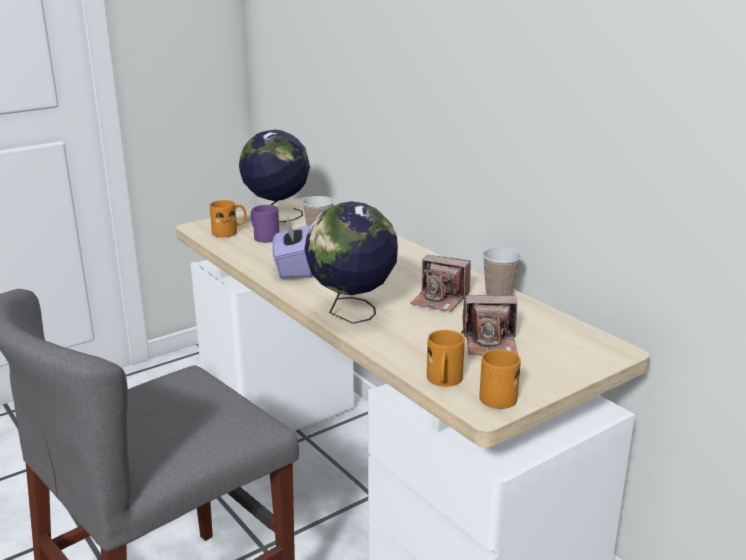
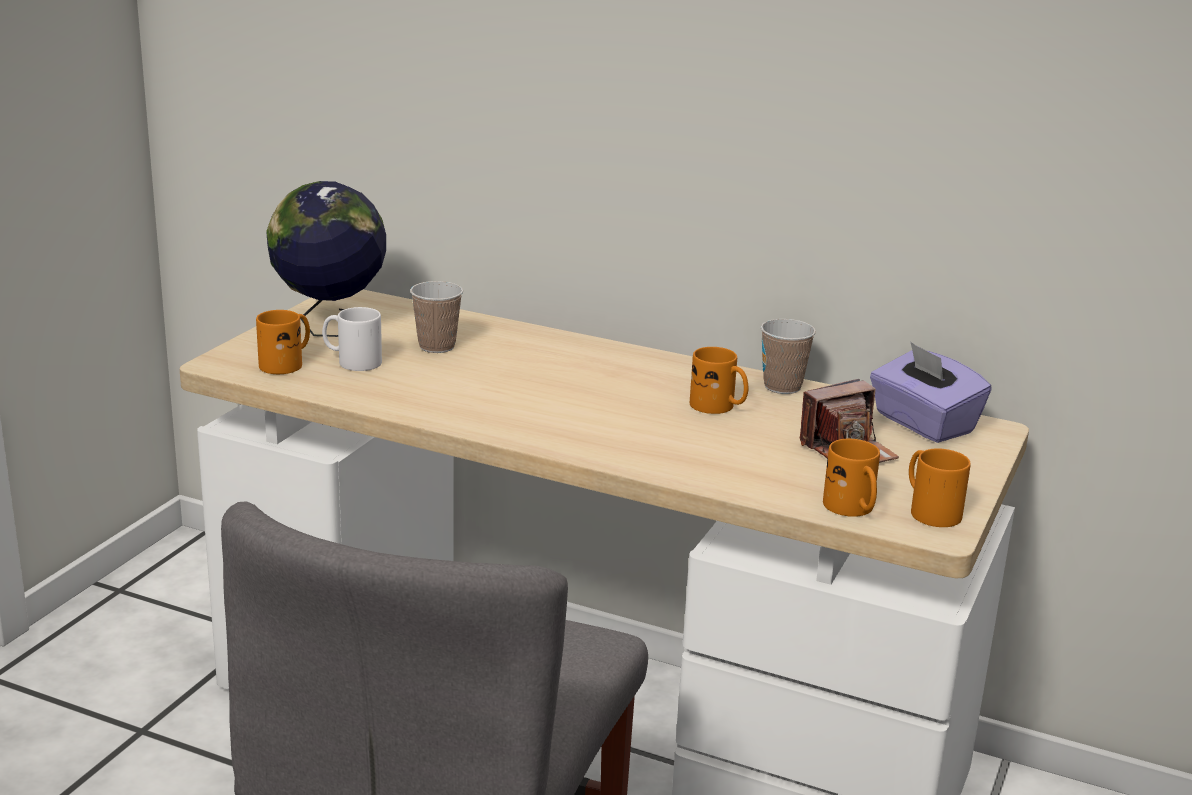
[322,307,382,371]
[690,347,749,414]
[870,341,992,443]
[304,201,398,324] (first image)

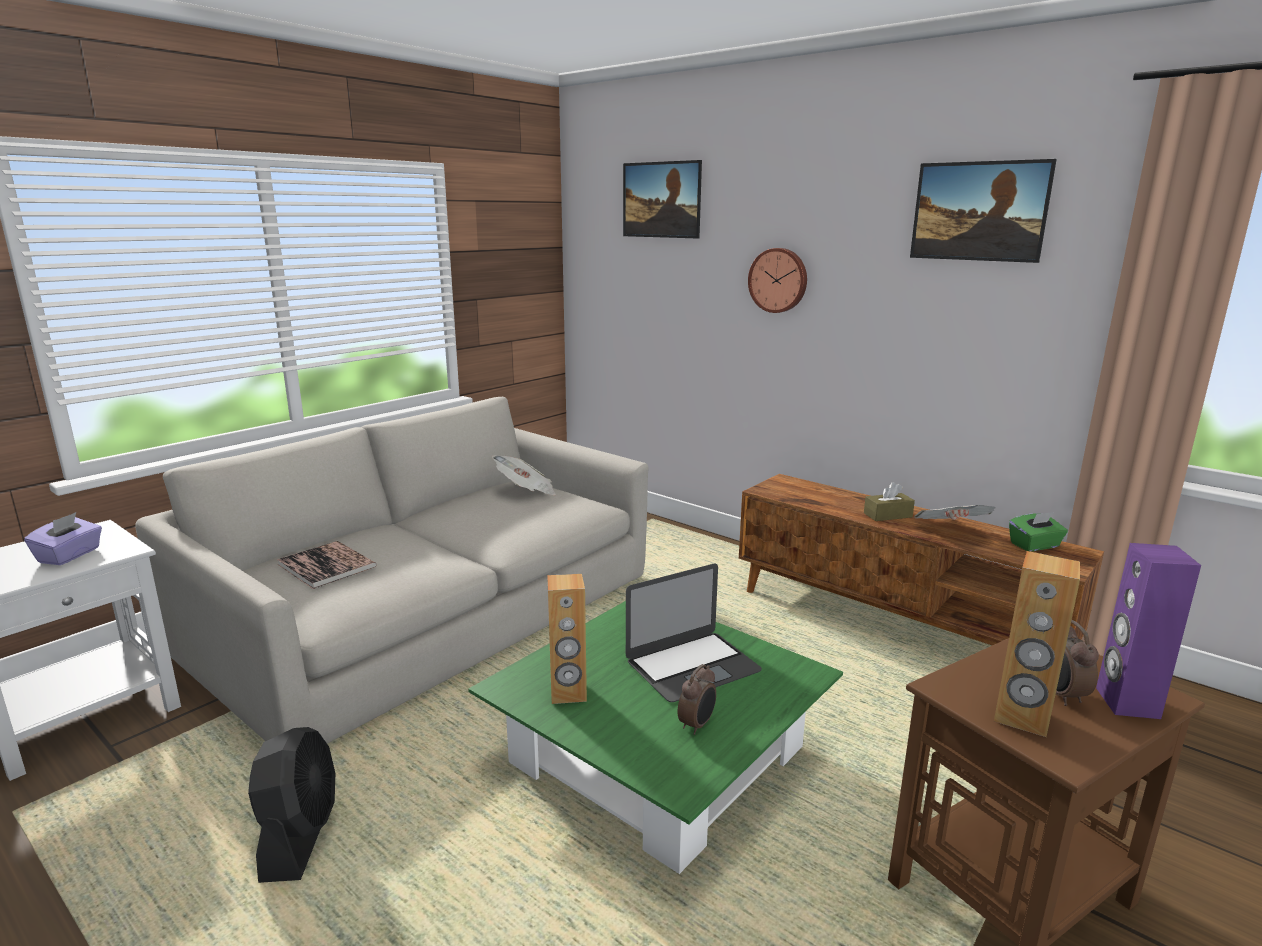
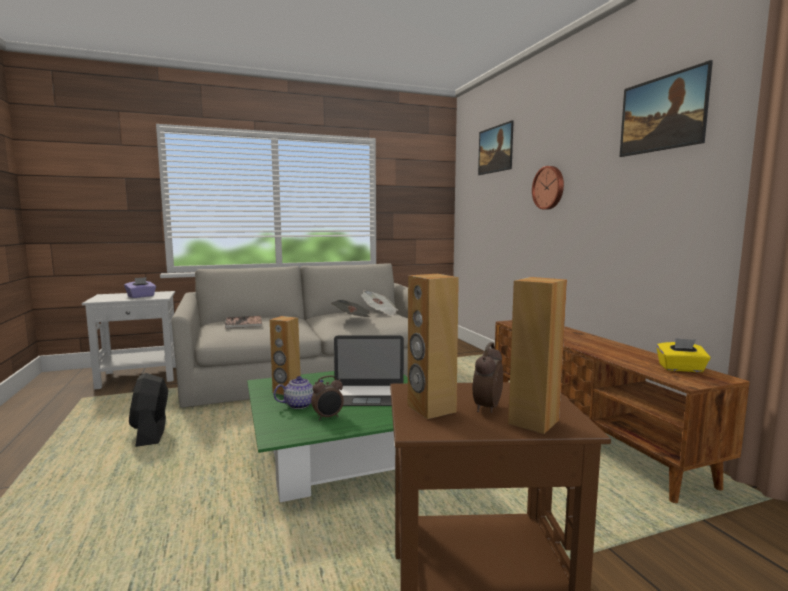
[129,373,168,447]
[274,376,324,409]
[331,300,371,317]
[508,277,567,434]
[656,338,710,372]
[864,482,915,521] (first image)

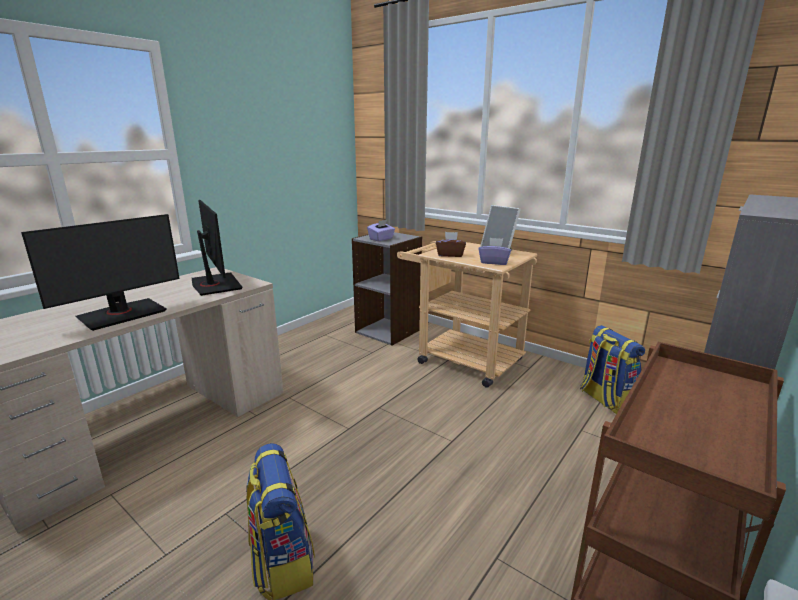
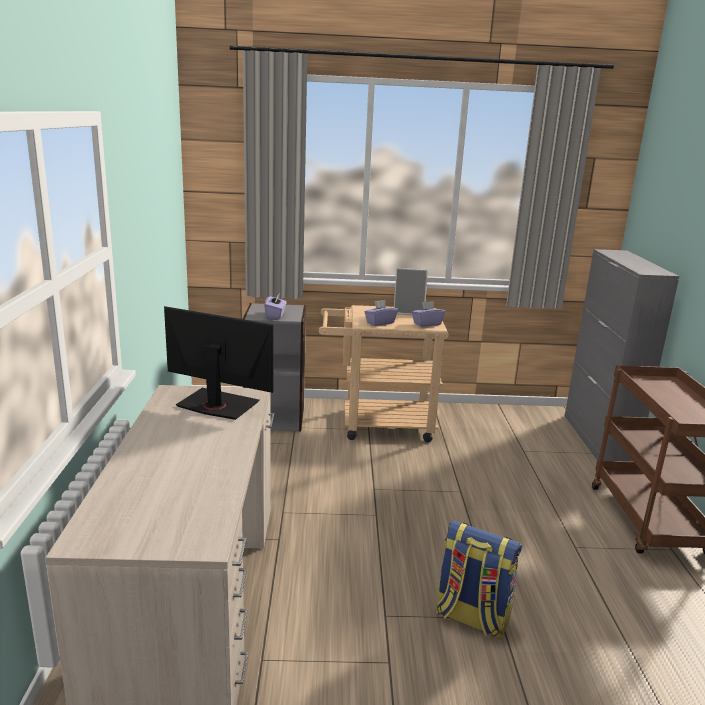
[364,300,398,326]
[21,214,180,331] (first image)
[580,325,645,414] (first image)

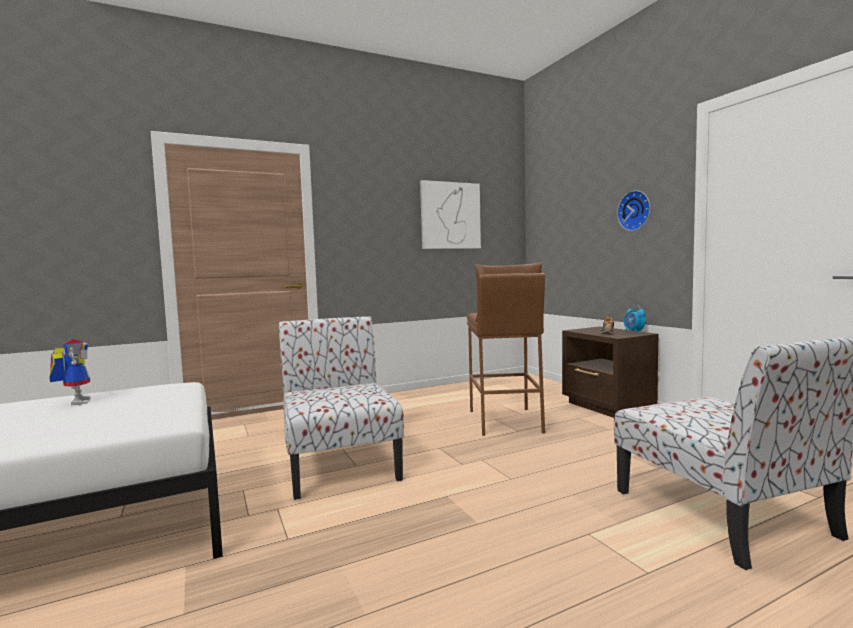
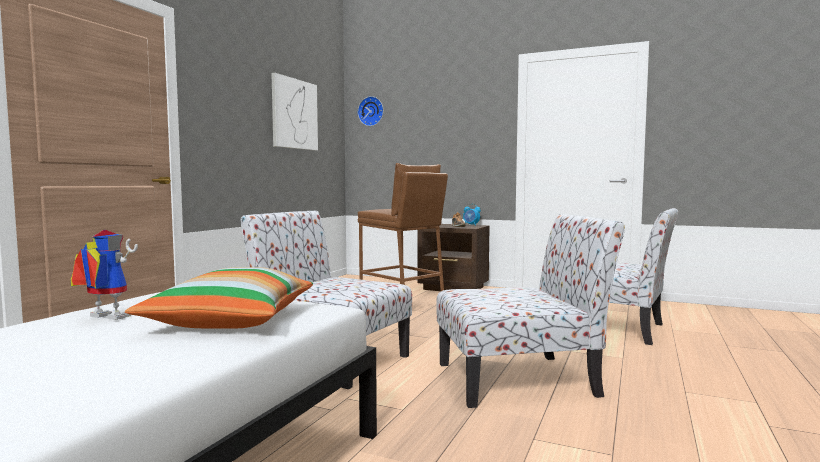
[125,267,313,329]
[358,96,384,126]
[436,214,625,408]

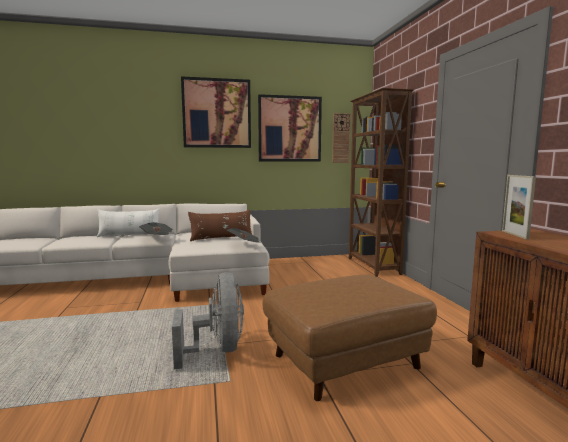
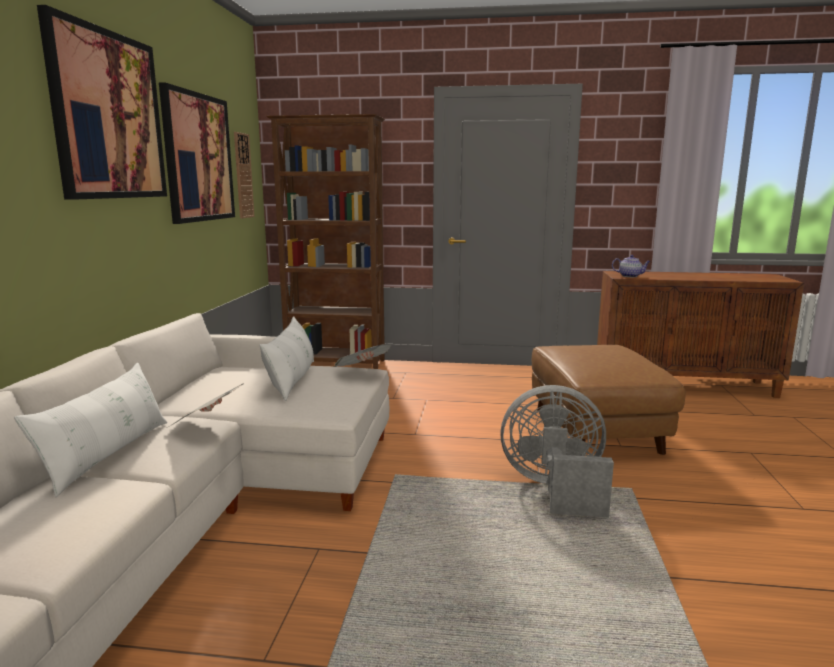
[260,316,314,401]
[612,255,651,277]

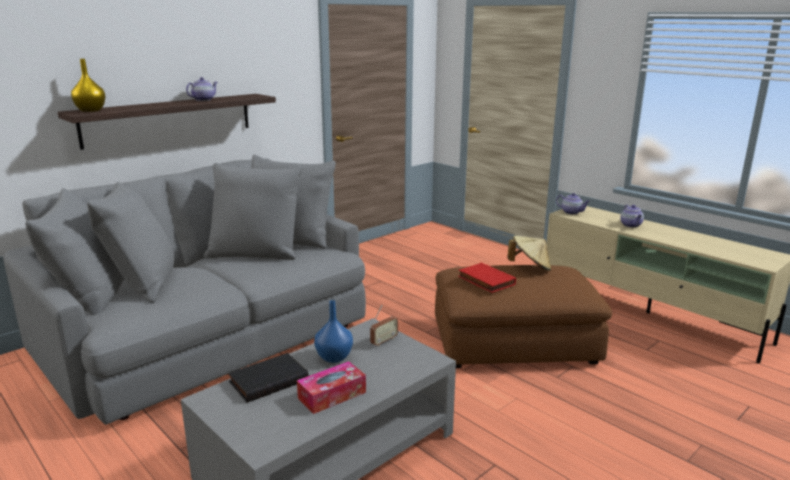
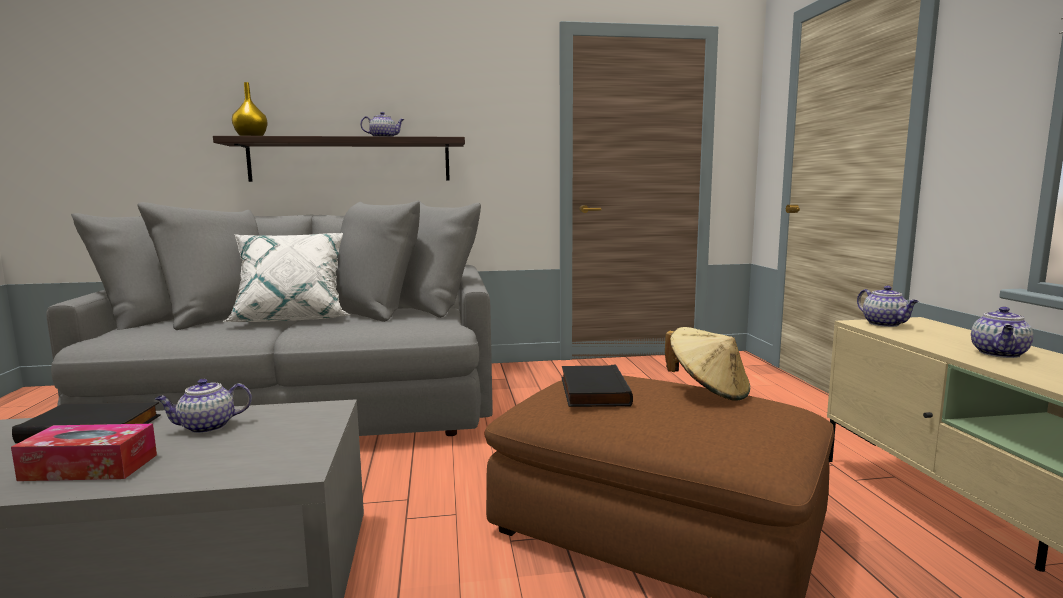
[155,379,252,434]
[223,233,350,322]
[561,364,633,407]
[370,305,398,347] (first image)

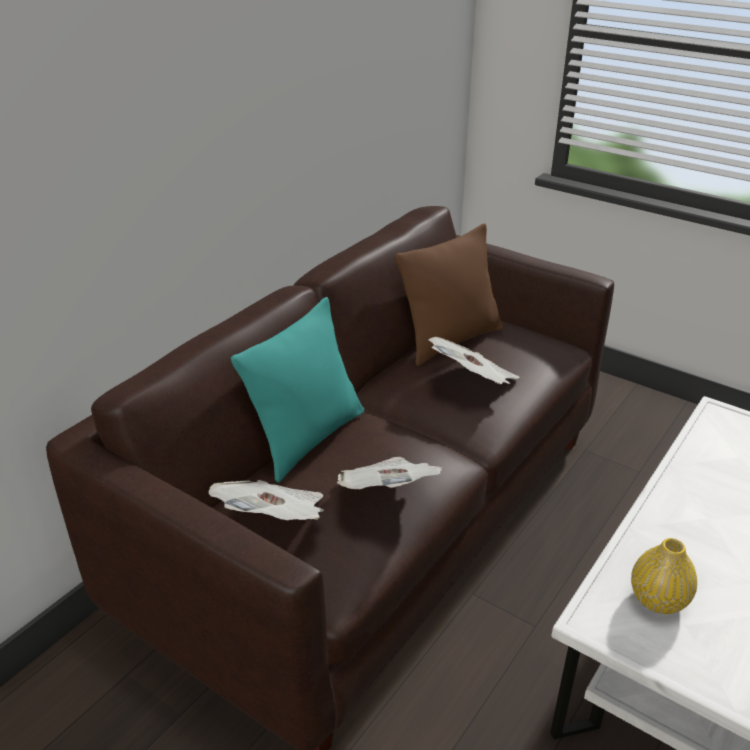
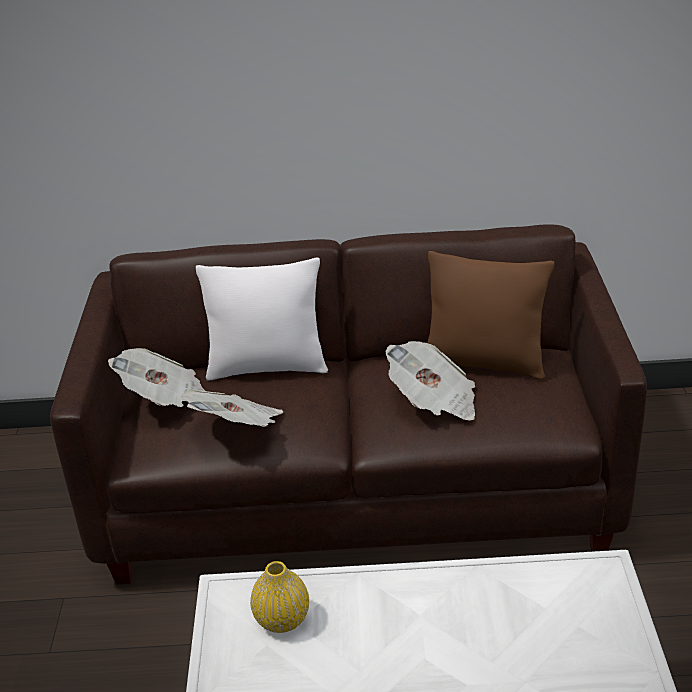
[196,258,328,381]

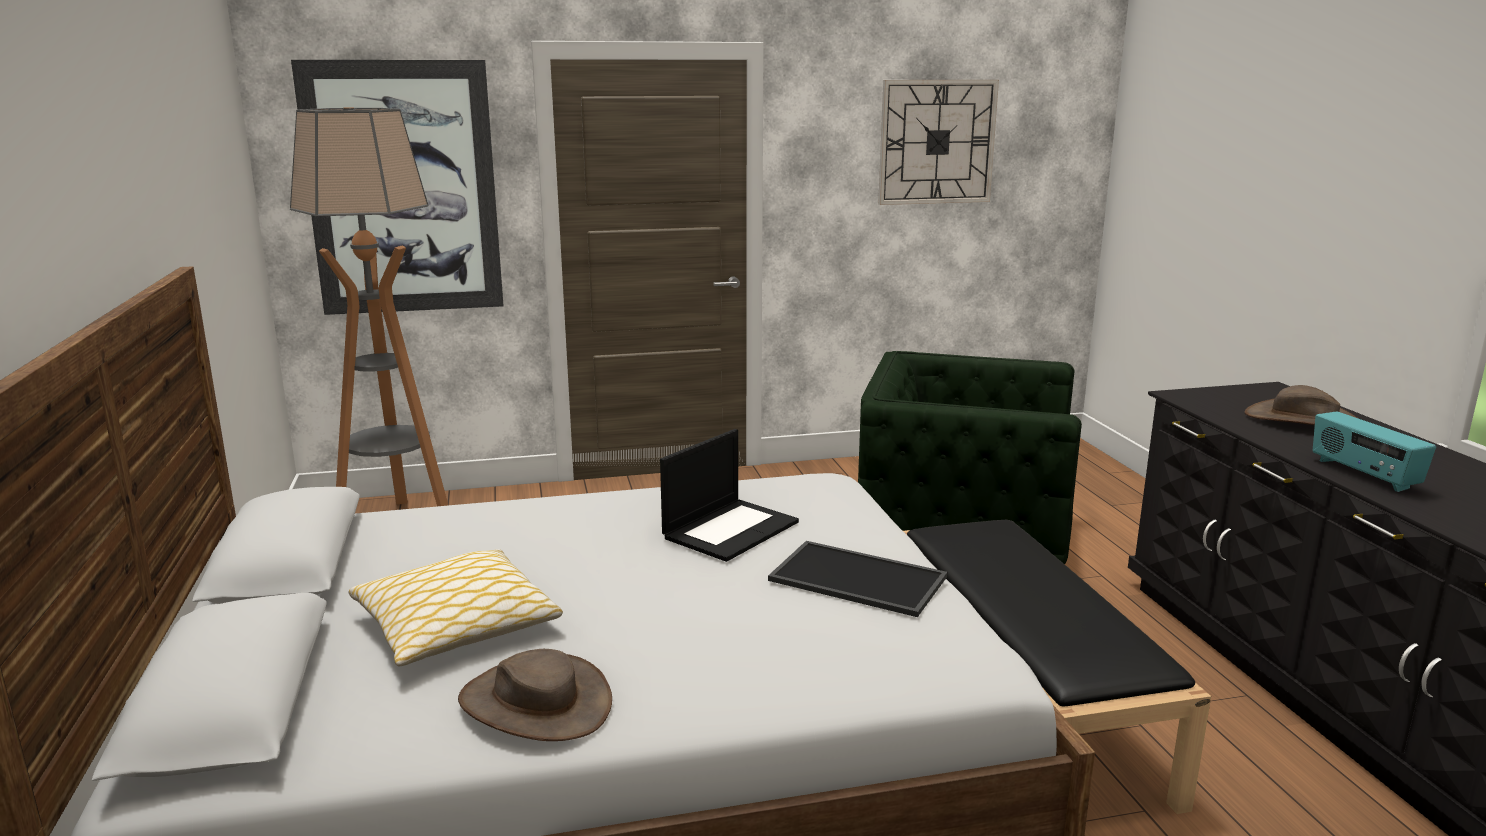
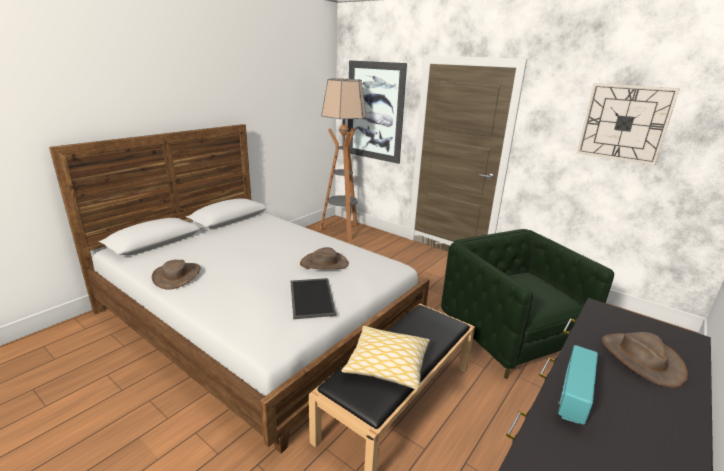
[300,247,349,270]
[341,326,430,390]

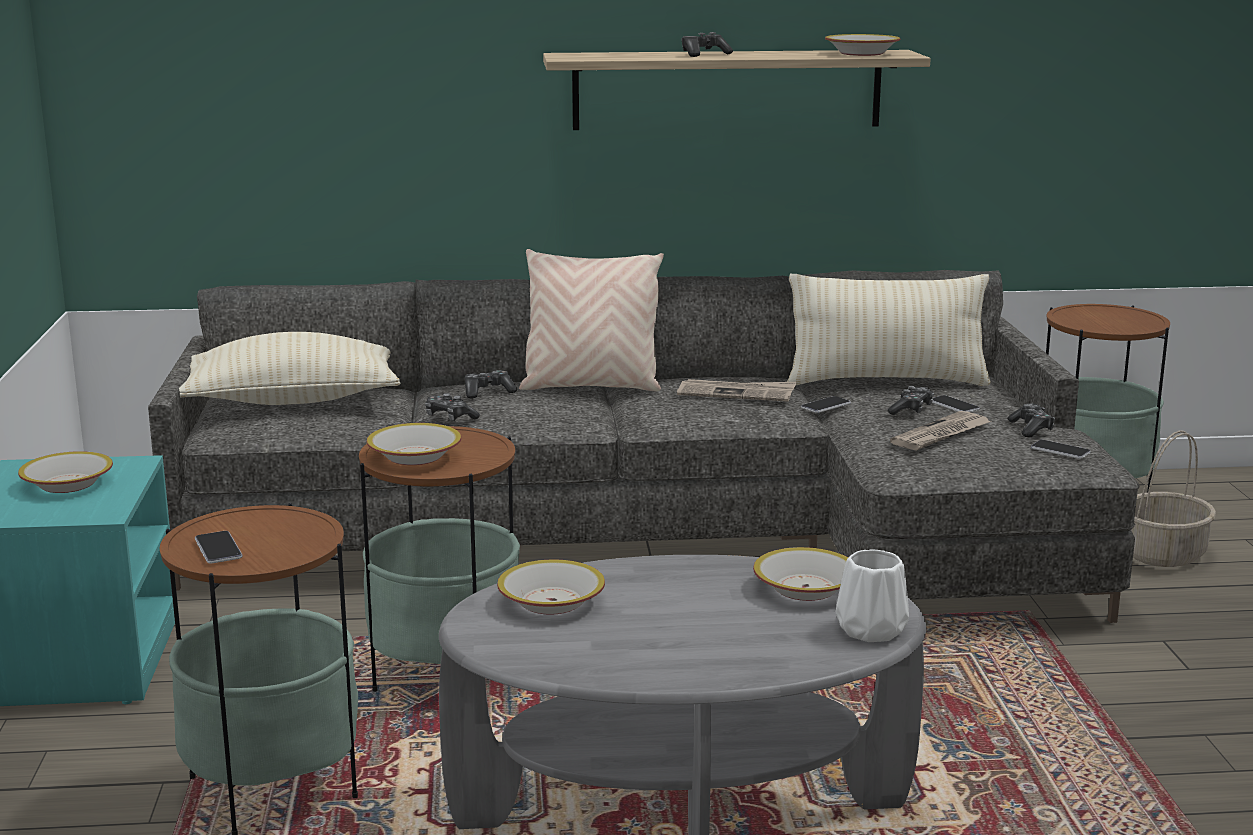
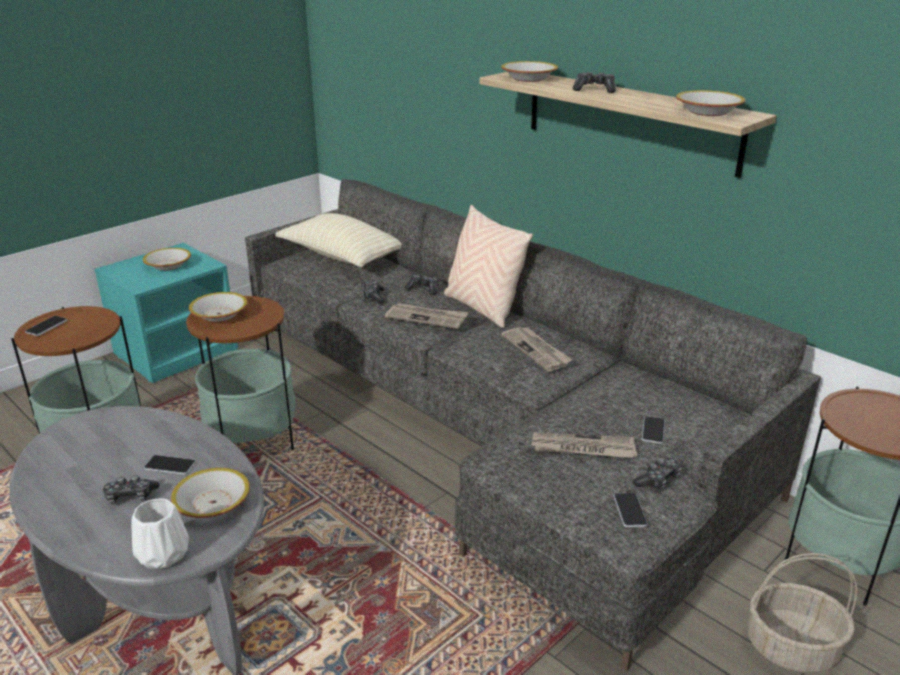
[103,475,159,505]
[144,455,196,475]
[385,303,469,329]
[501,61,558,82]
[787,274,991,386] (first image)

